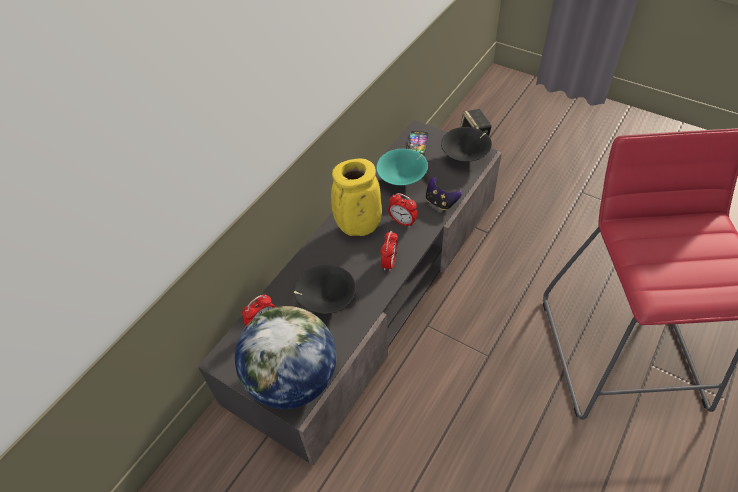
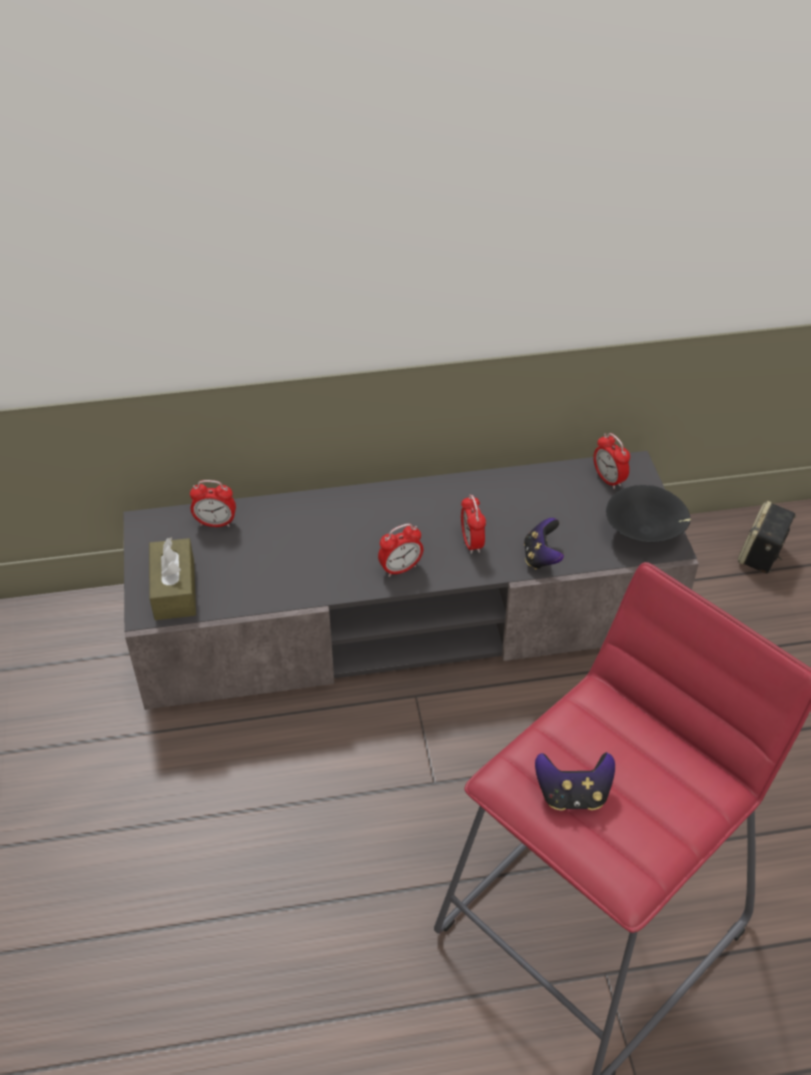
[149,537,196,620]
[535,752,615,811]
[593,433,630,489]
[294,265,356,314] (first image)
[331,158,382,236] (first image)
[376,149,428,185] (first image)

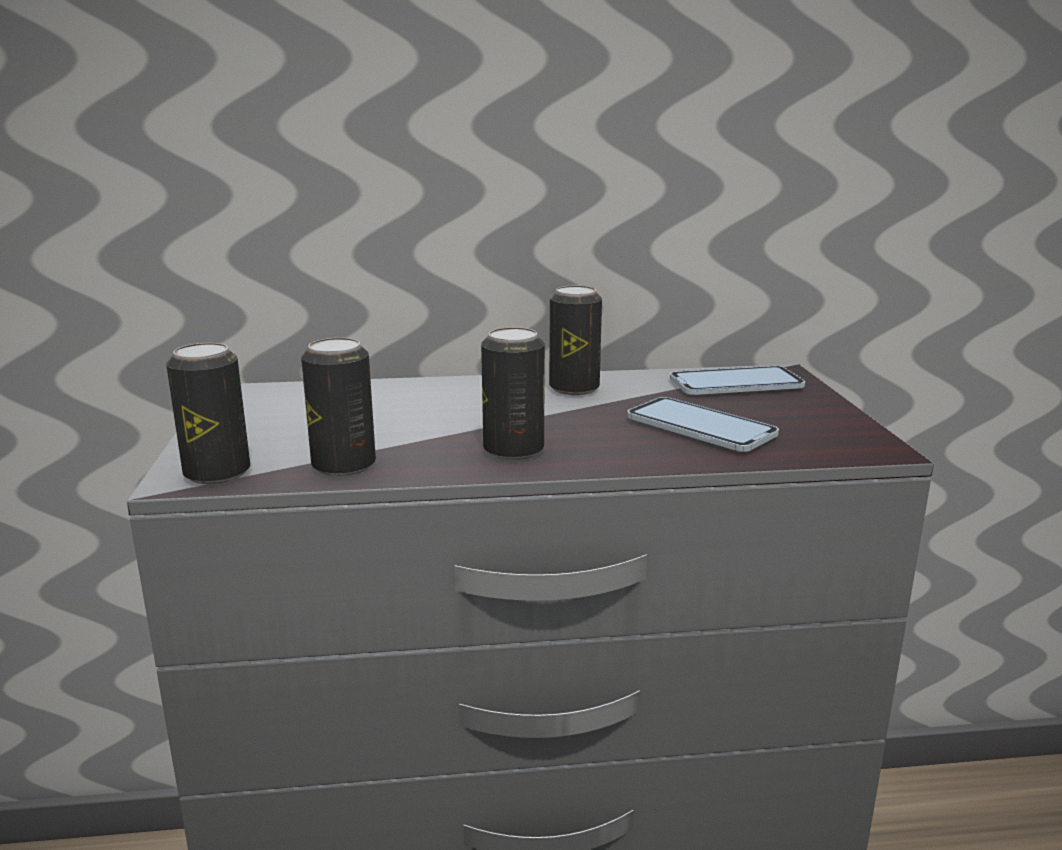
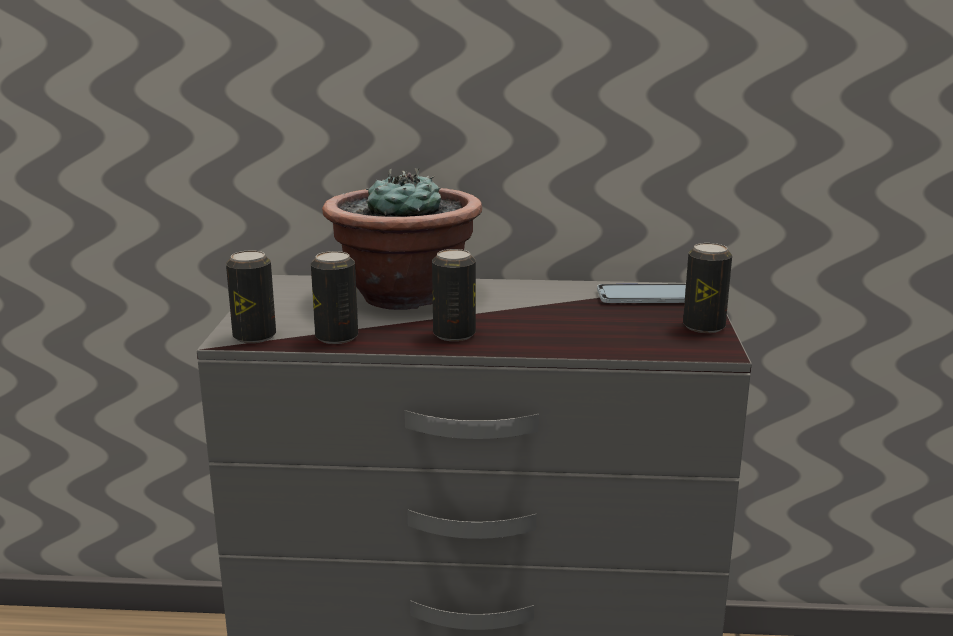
[322,168,482,310]
[683,243,732,333]
[627,397,779,452] (first image)

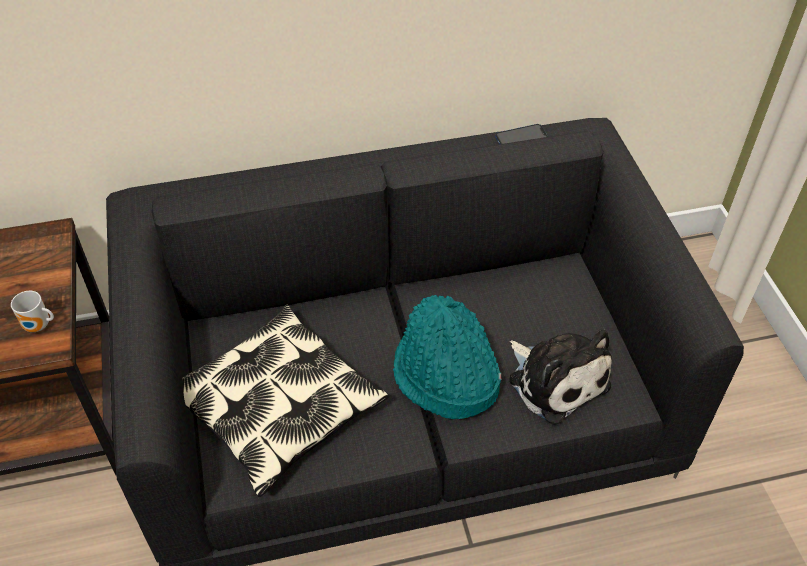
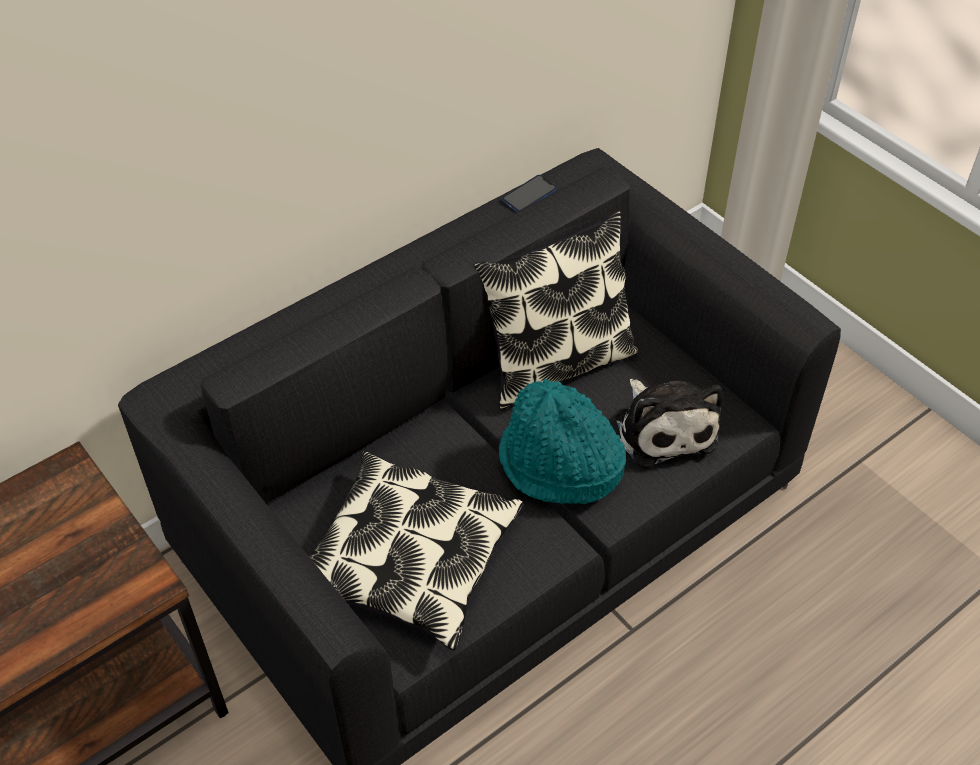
[473,210,638,409]
[615,379,723,468]
[11,291,54,332] (first image)

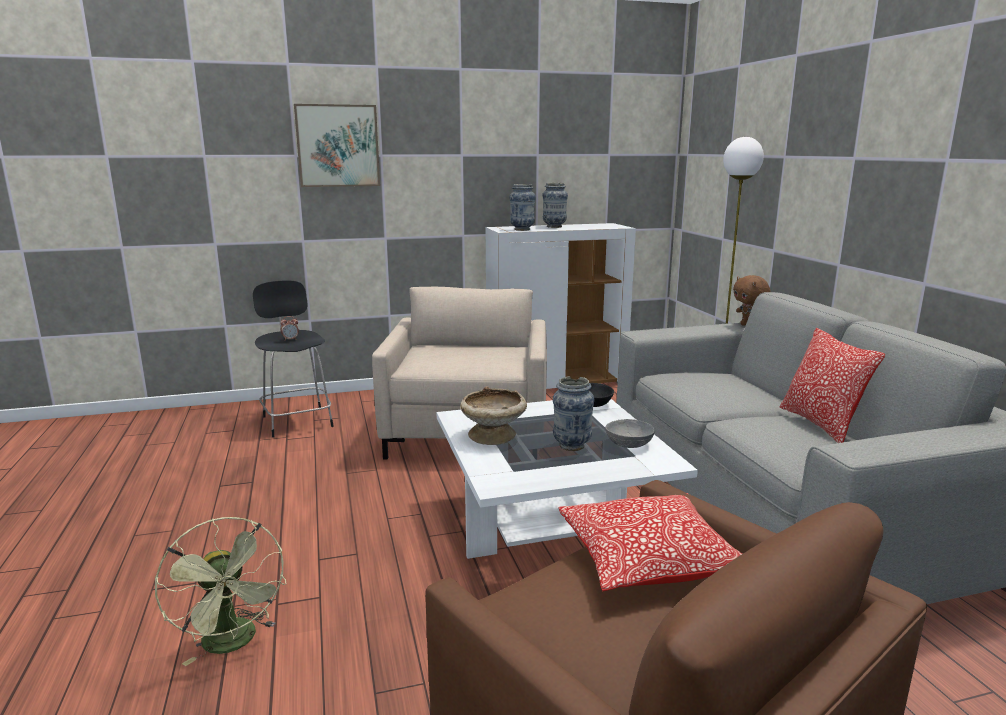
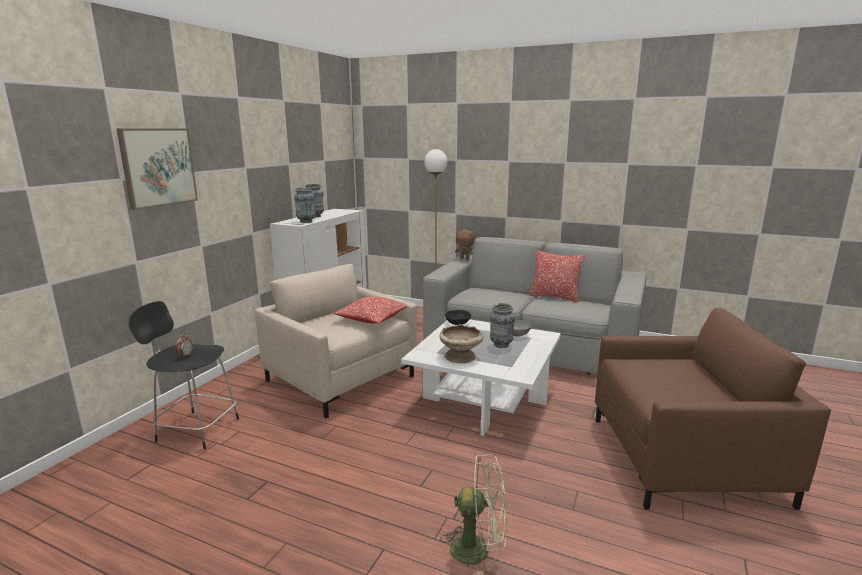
[333,296,407,323]

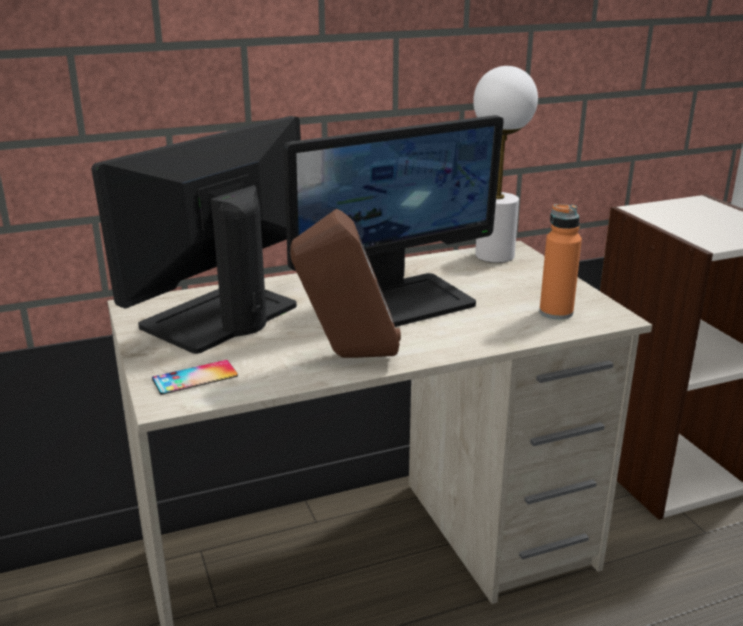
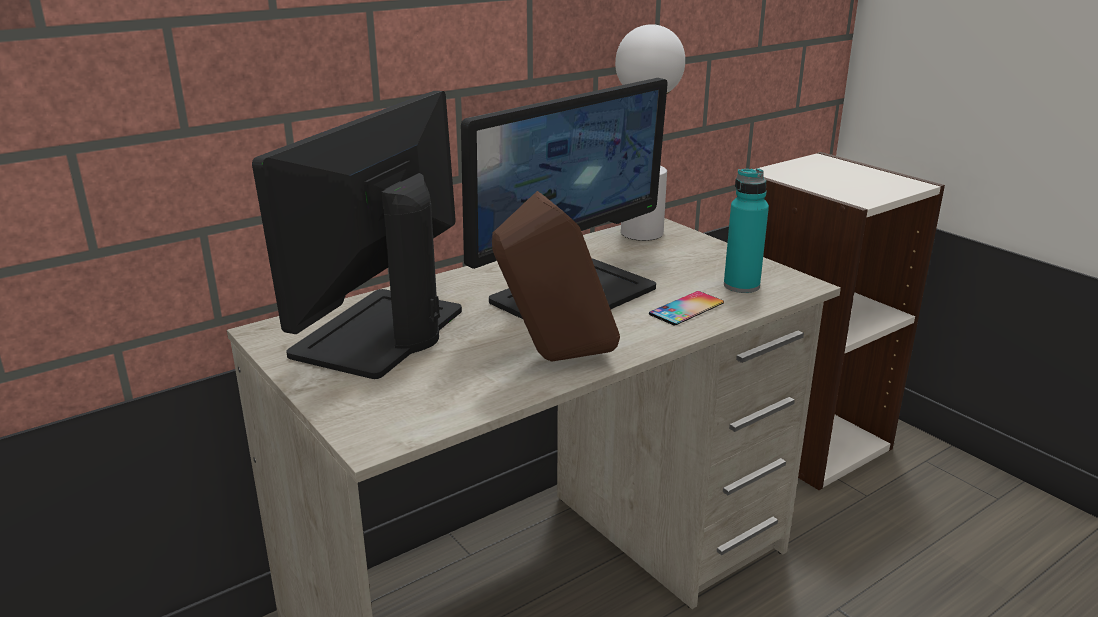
[649,291,724,325]
[724,168,769,293]

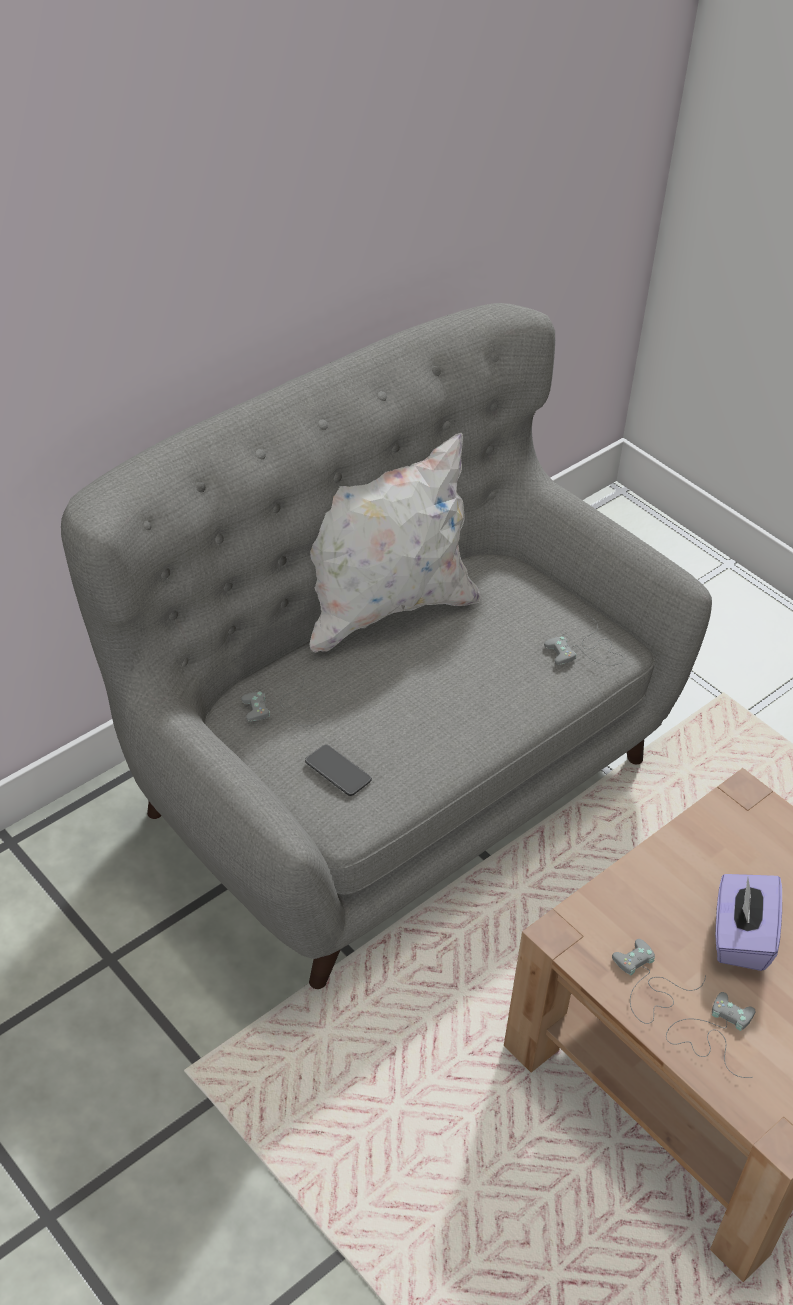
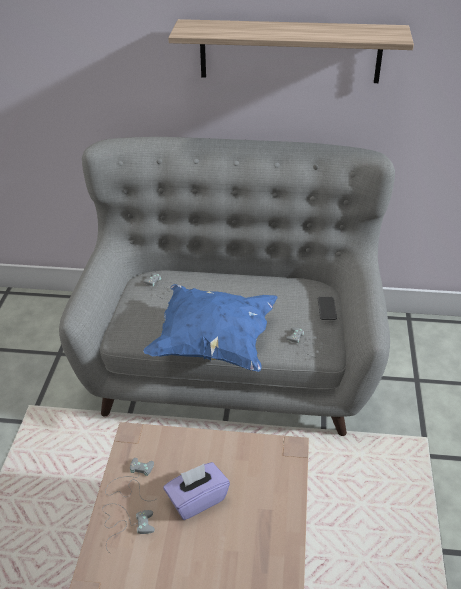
[144,284,278,372]
[168,19,414,83]
[318,297,337,320]
[310,433,481,653] (first image)

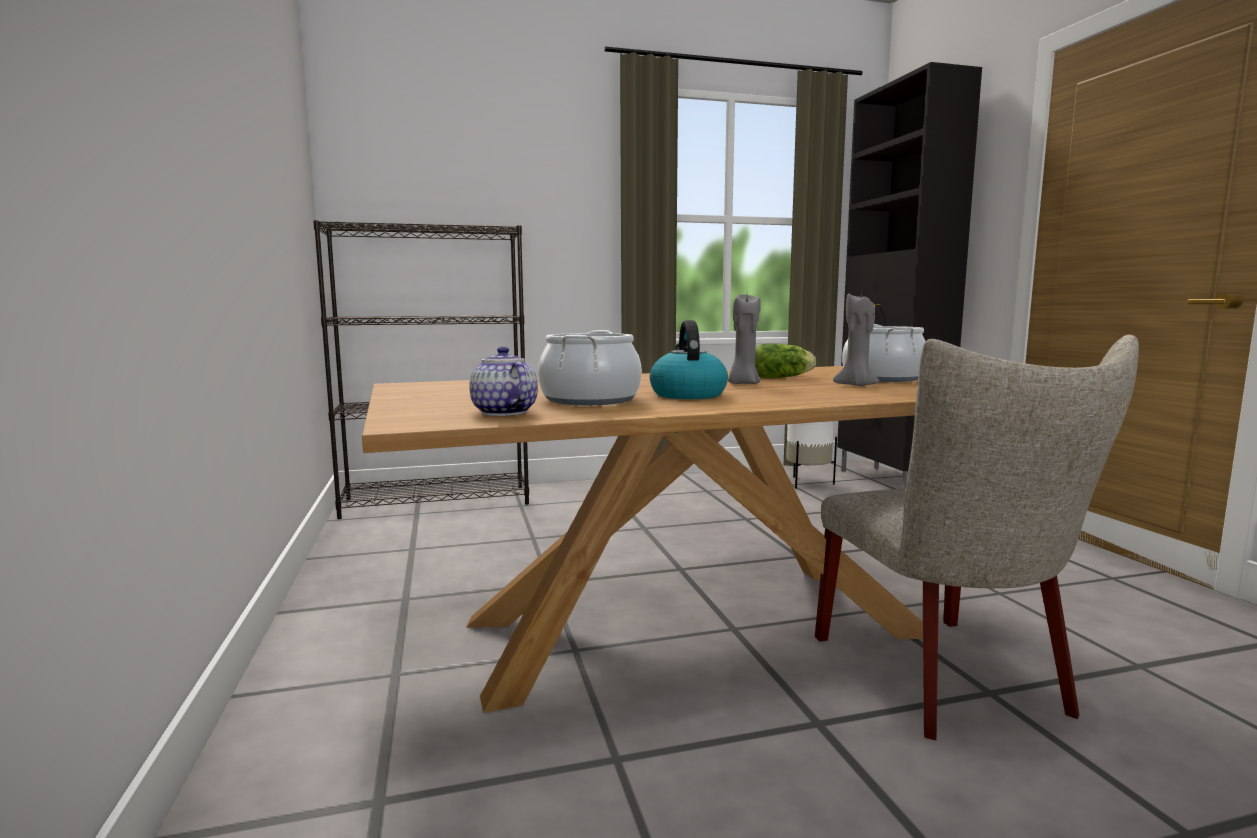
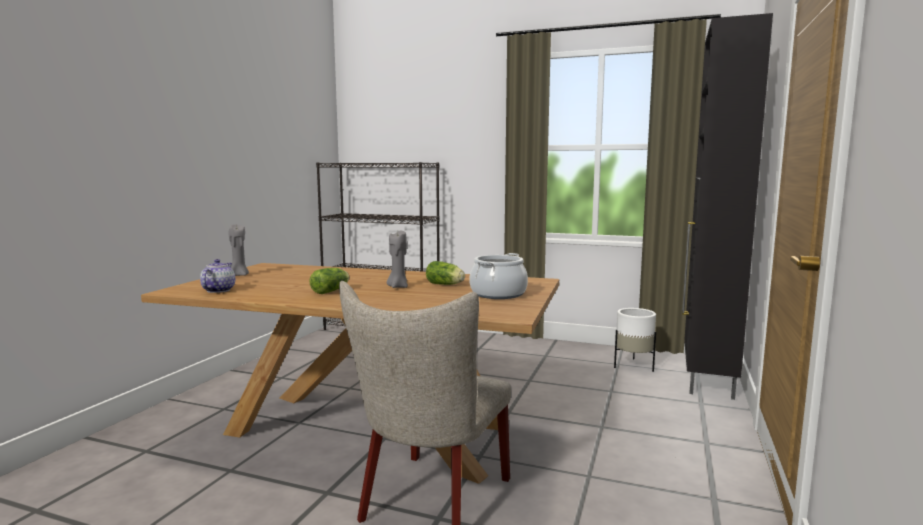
[229,225,249,276]
[309,268,349,294]
[538,330,642,405] (first image)

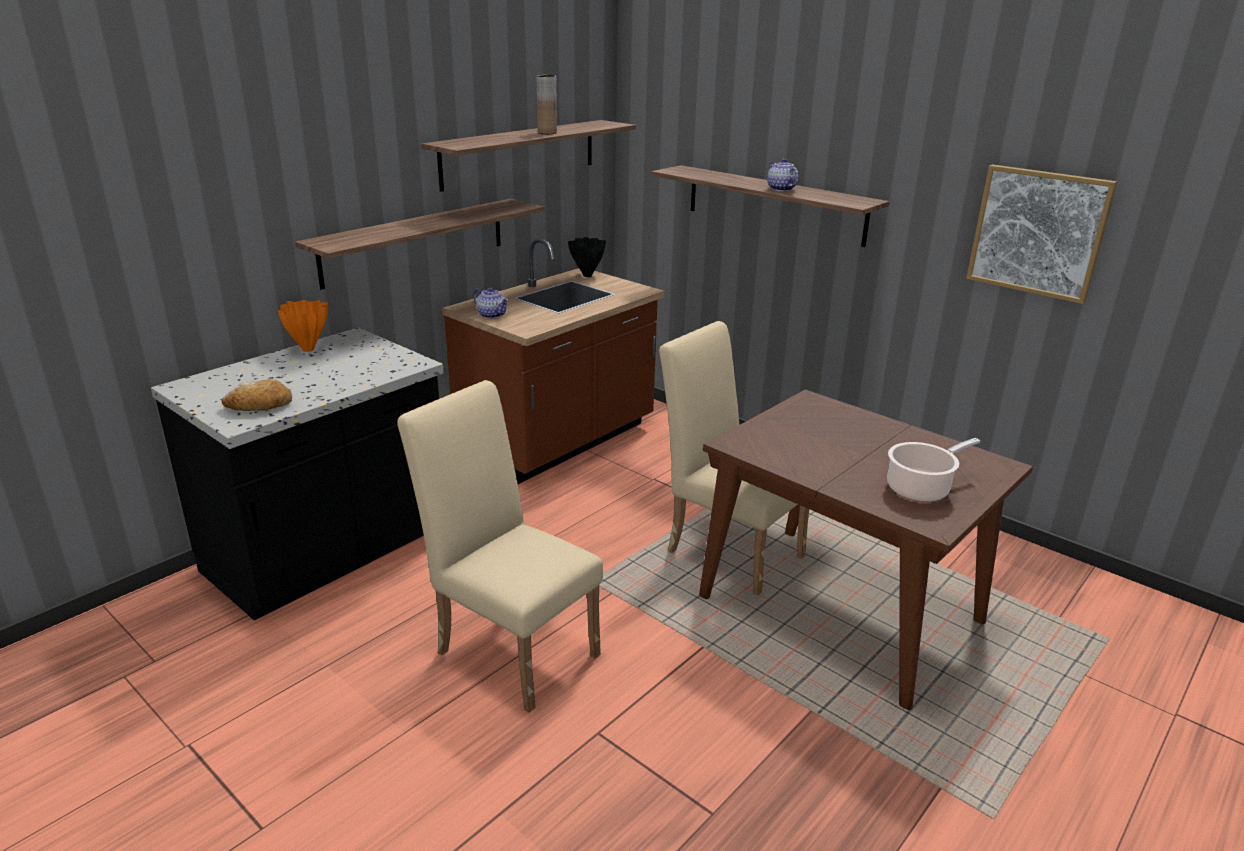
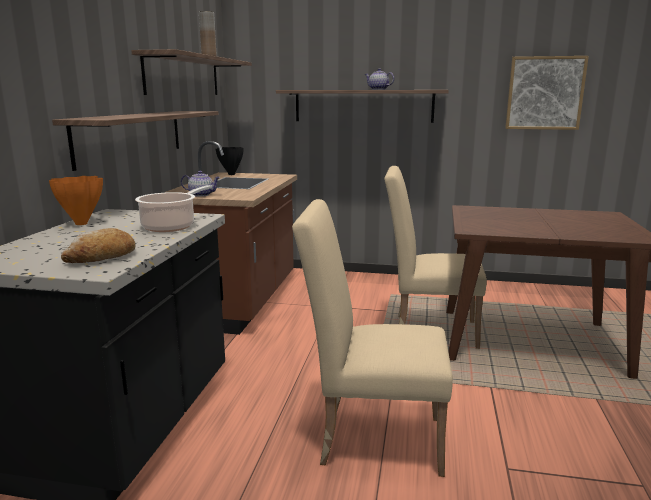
[135,185,212,232]

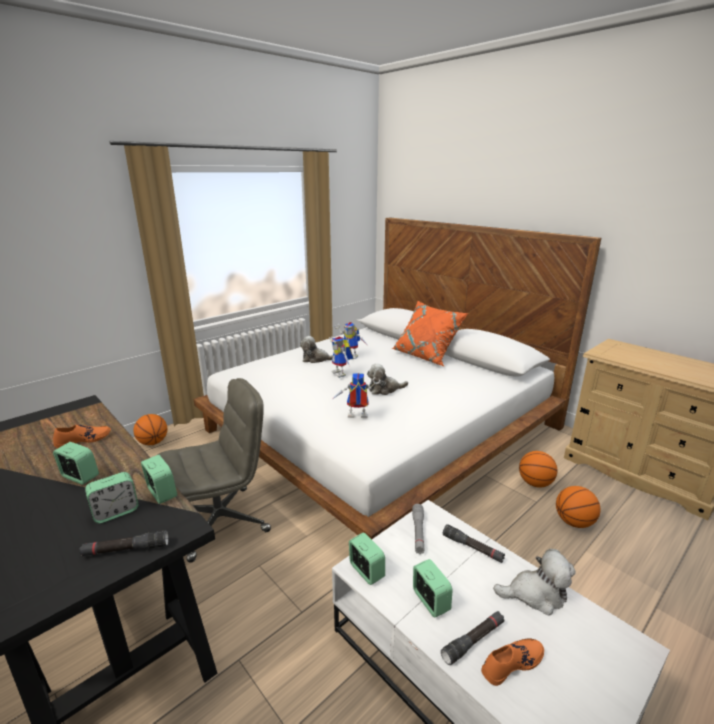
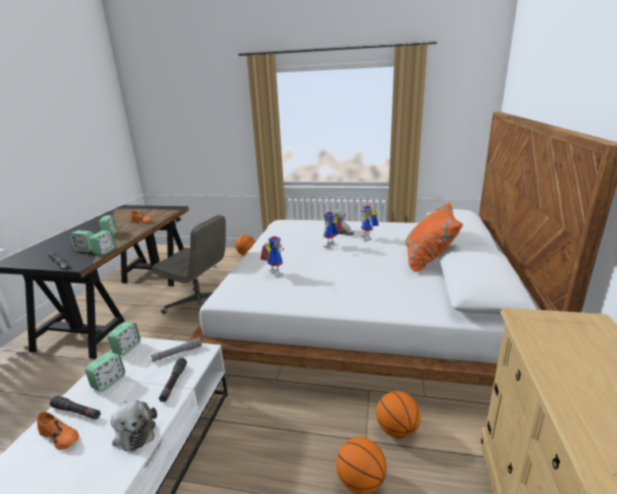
[367,363,408,395] (first image)

